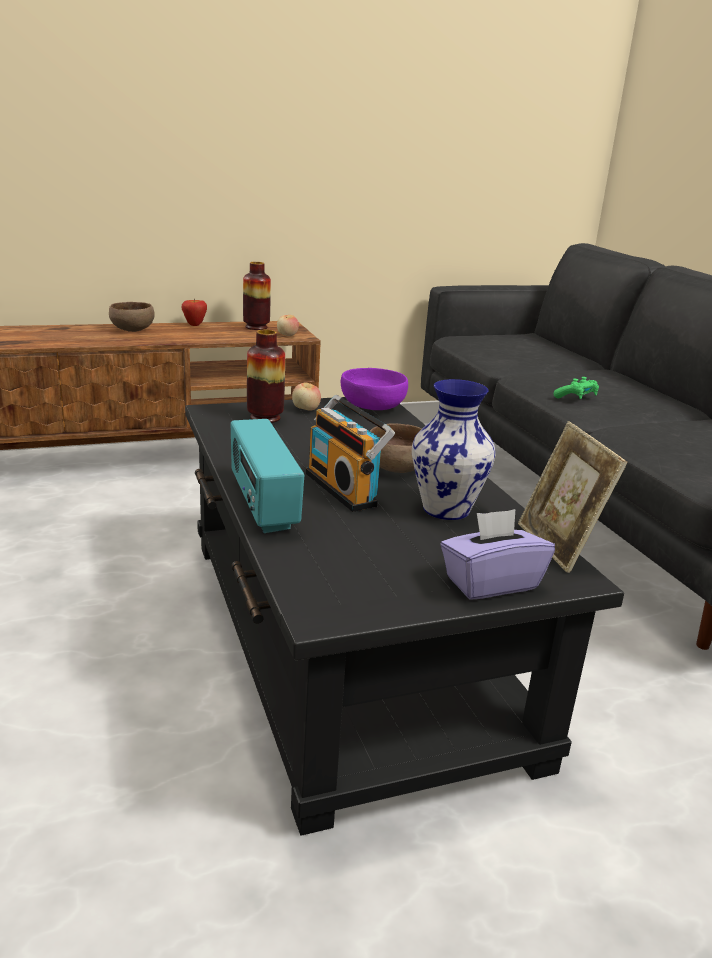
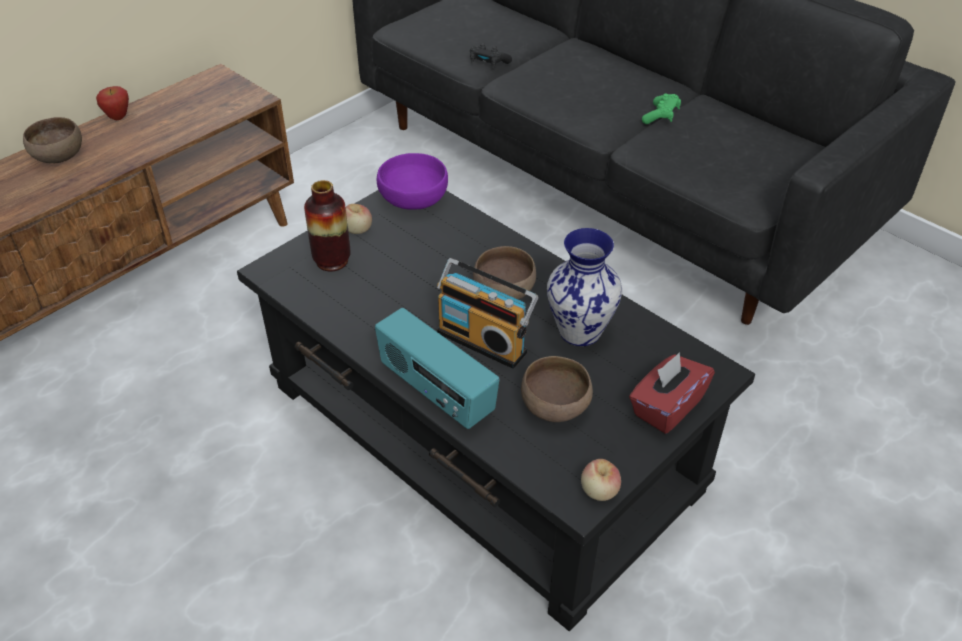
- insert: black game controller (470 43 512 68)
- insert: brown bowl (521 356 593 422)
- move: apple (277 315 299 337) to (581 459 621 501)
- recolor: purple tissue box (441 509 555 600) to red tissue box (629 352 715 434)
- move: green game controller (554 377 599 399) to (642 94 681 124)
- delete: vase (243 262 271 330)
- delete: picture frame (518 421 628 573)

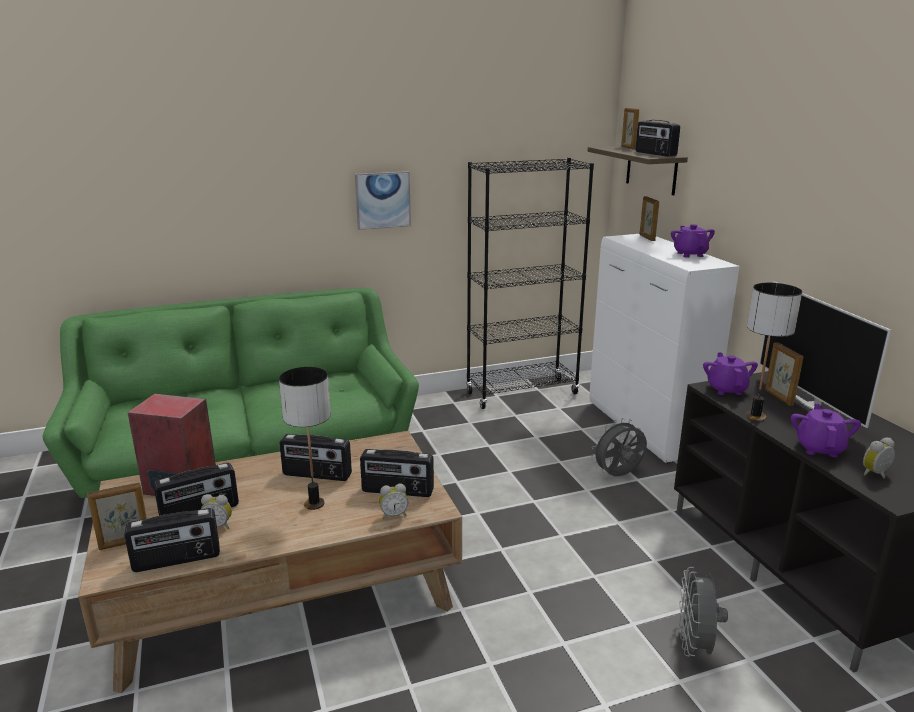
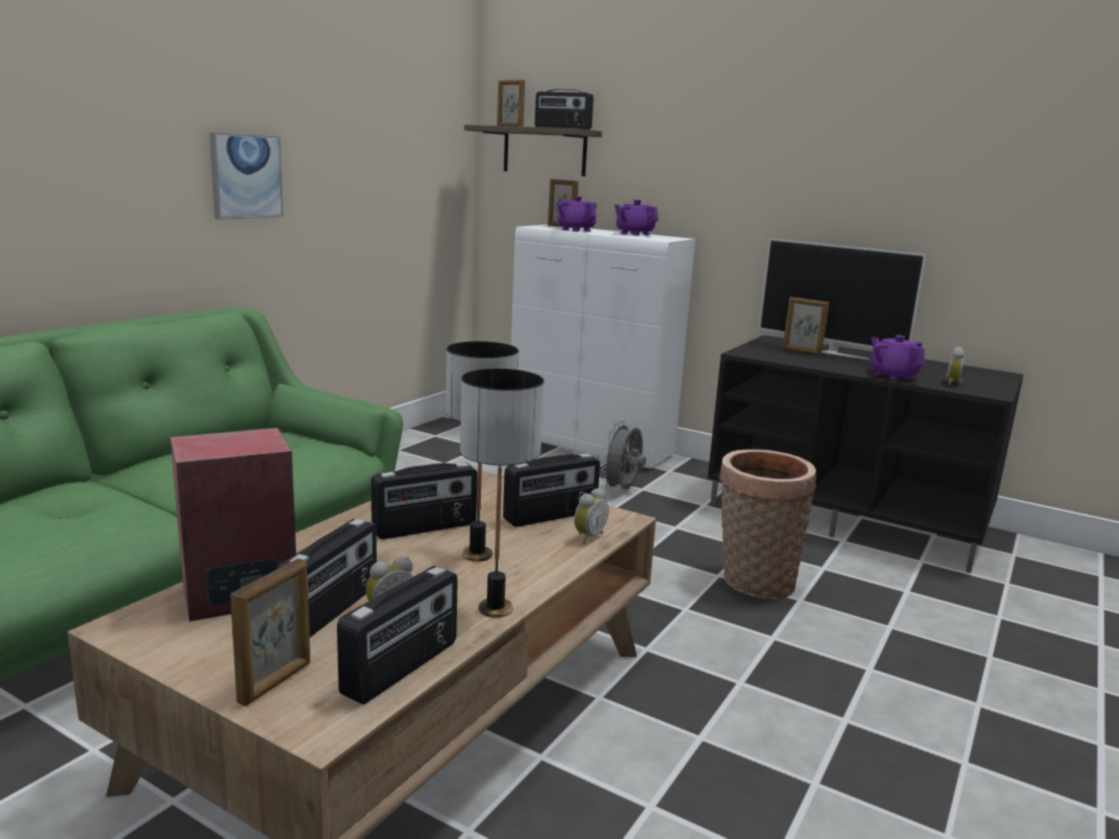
- move: table lamp (746 283 802 421) to (460 369 544 618)
- move: purple teapot (703 352 758 395) to (558 196 597 232)
- insert: basket (719 450 816 599)
- delete: black bookcase (466 158 594 409)
- delete: grey fan (679 567 728 657)

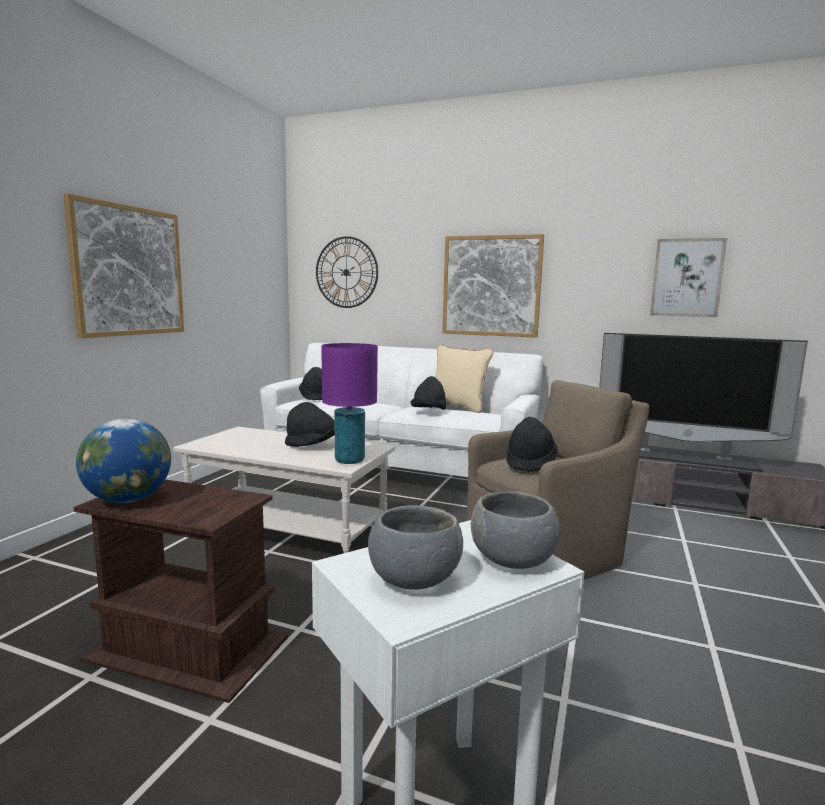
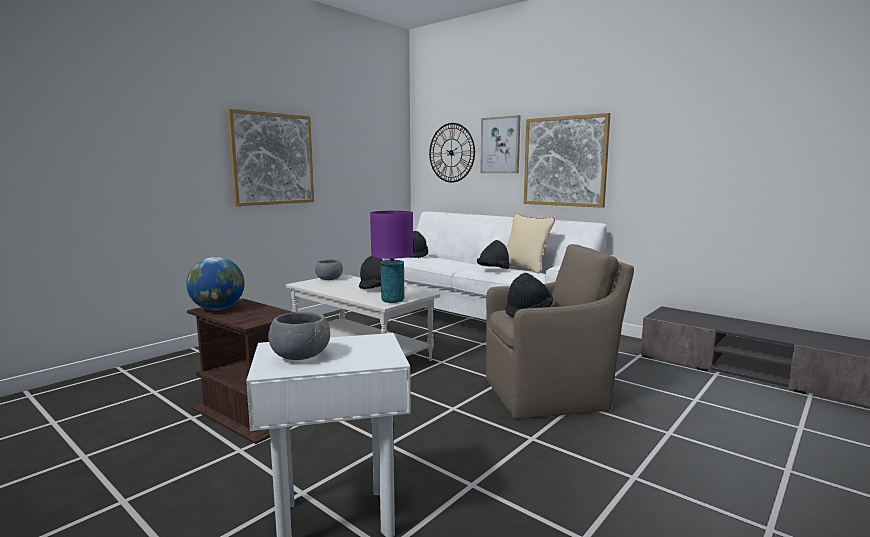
- move: grey bowl (471 491 560 569) to (315 259 343 280)
- move: picture (650 238 727 317) to (480 115 521 173)
- delete: television (599 333 808 472)

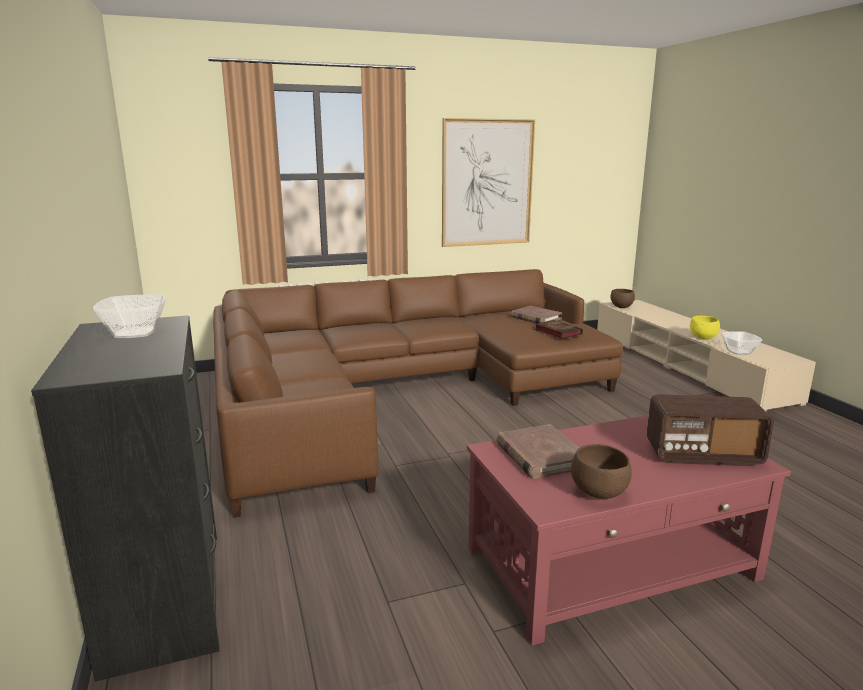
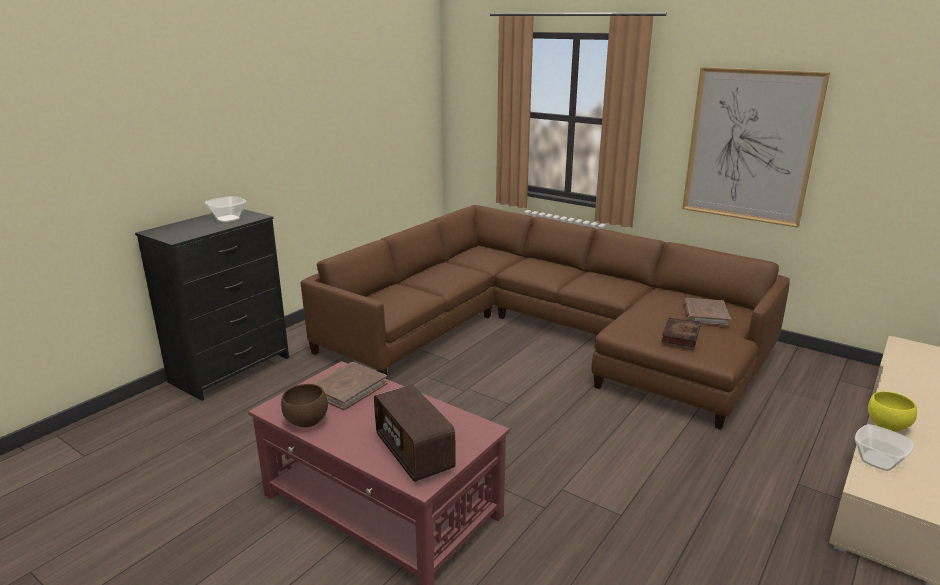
- delete: brown bowl (611 289 635 308)

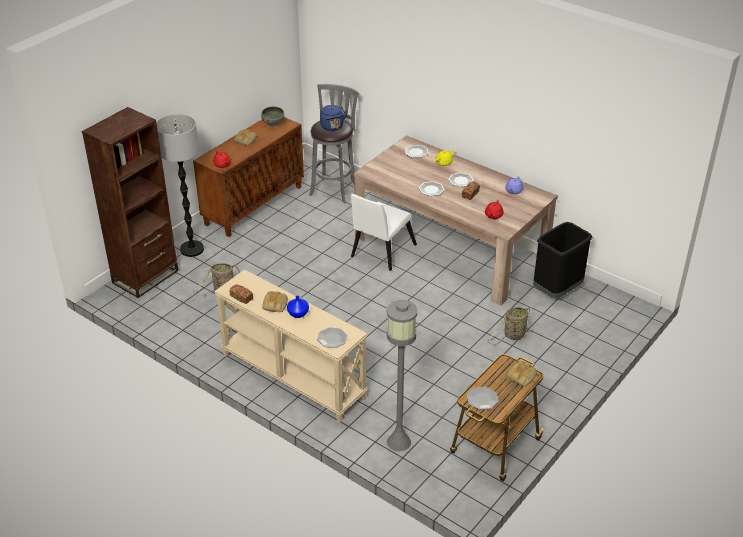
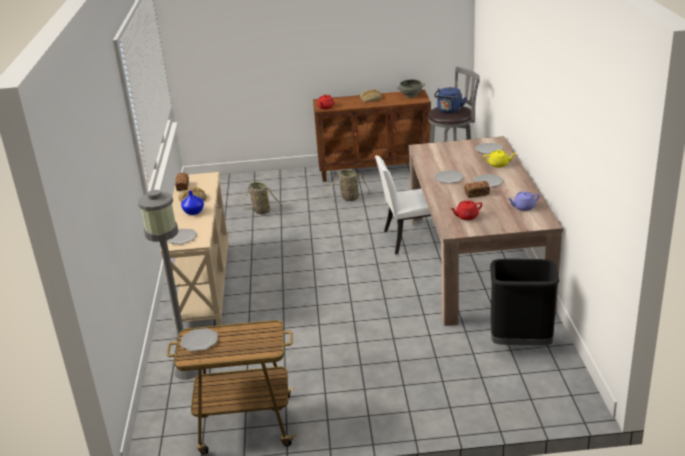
- move: basket (487 307 534 345) to (323 170 370 201)
- delete: brown bookcase (82 107 178 298)
- delete: floor lamp (156 114 204 257)
- delete: bread (506 361 537 387)

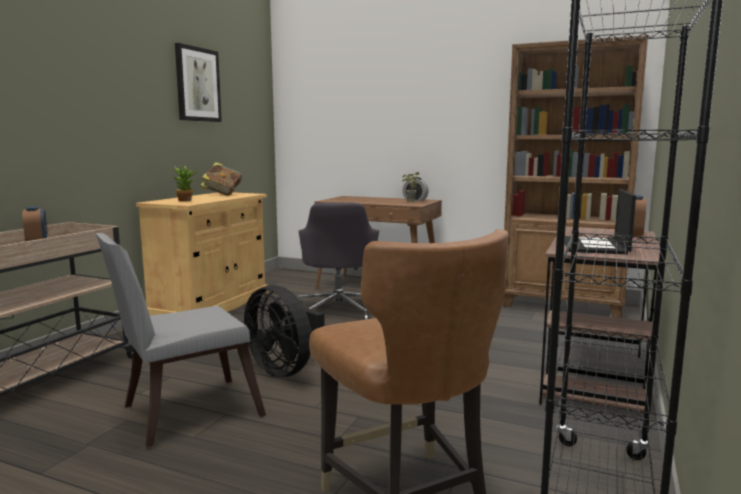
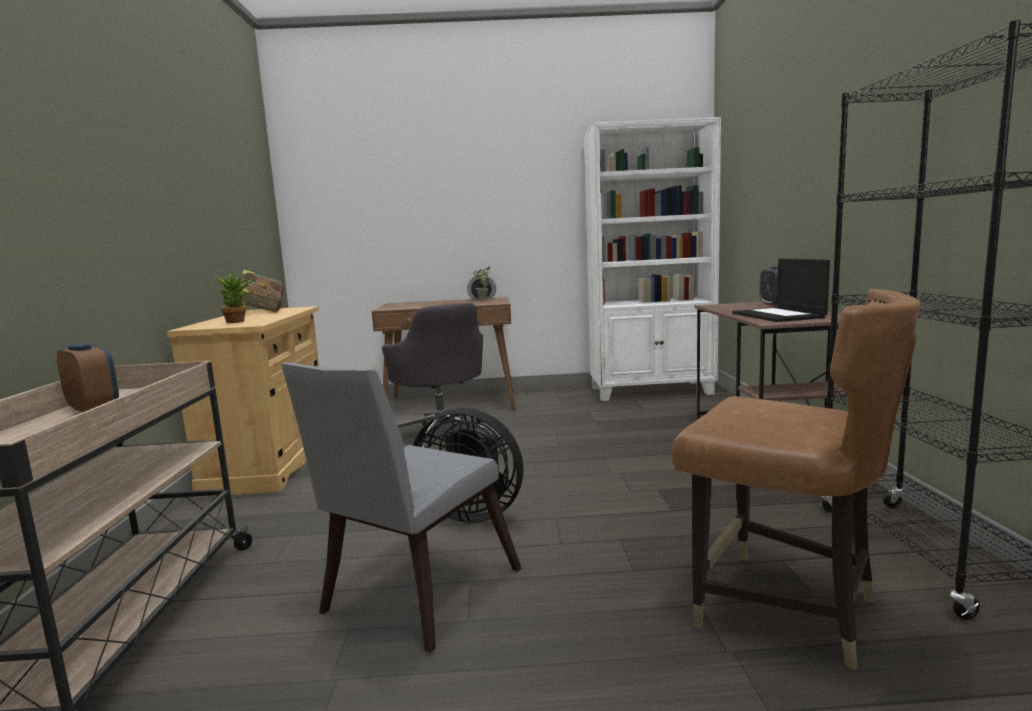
- recolor: brown bookcase (503 35 648 318) to white bookcase (584 117 721 401)
- delete: picture (175 43 222 122)

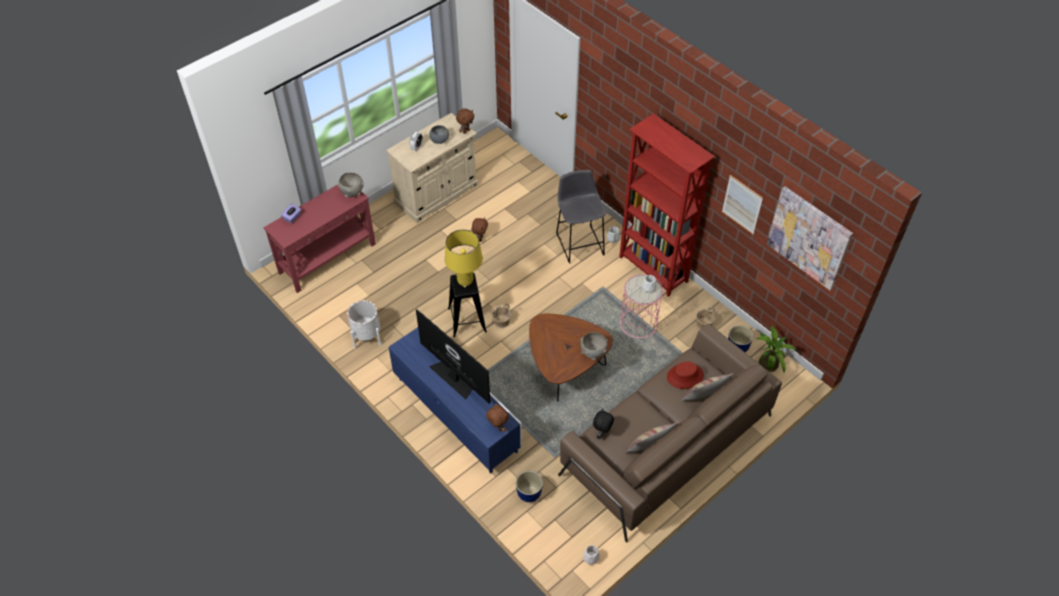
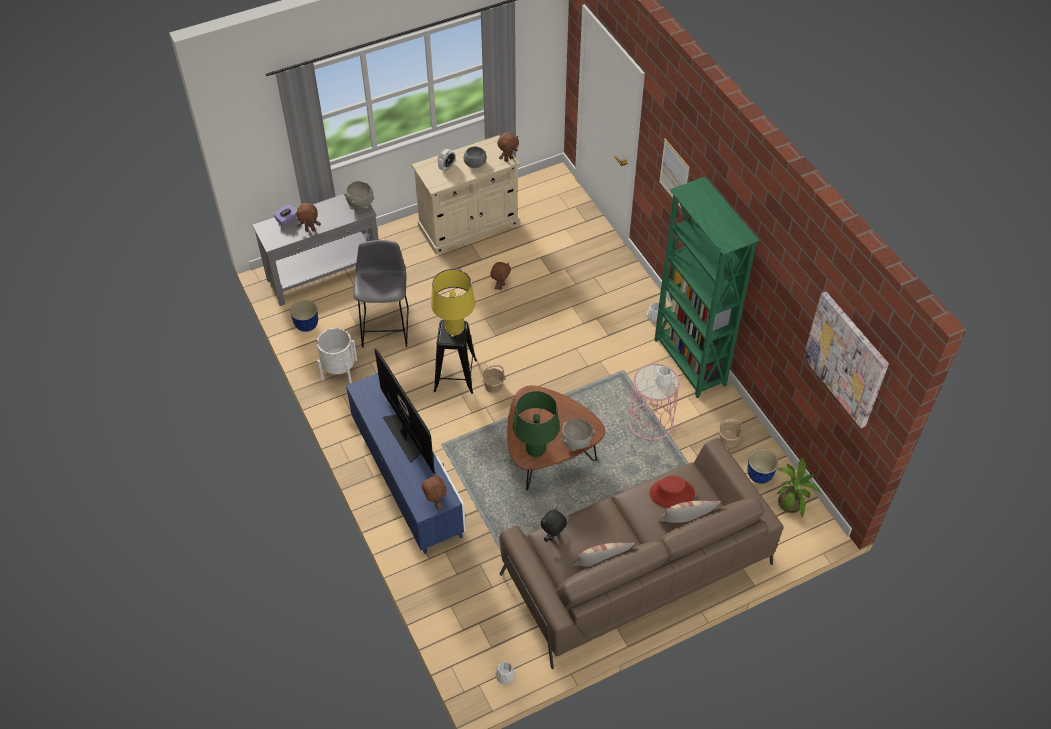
- recolor: red console table (263 184 376 293) to grey console table (253 194 379 306)
- move: planter (516 471 543 502) to (290 300 318 332)
- insert: brown plush toy (296 203 321 232)
- move: grey stool (556 170 606 263) to (353 240 409 348)
- insert: green table lamp (513 391 560 457)
- recolor: red bookcase (619 113 715 297) to green bookcase (654 177 760 398)
- move: picture (722 175 763 234) to (659 138 690 208)

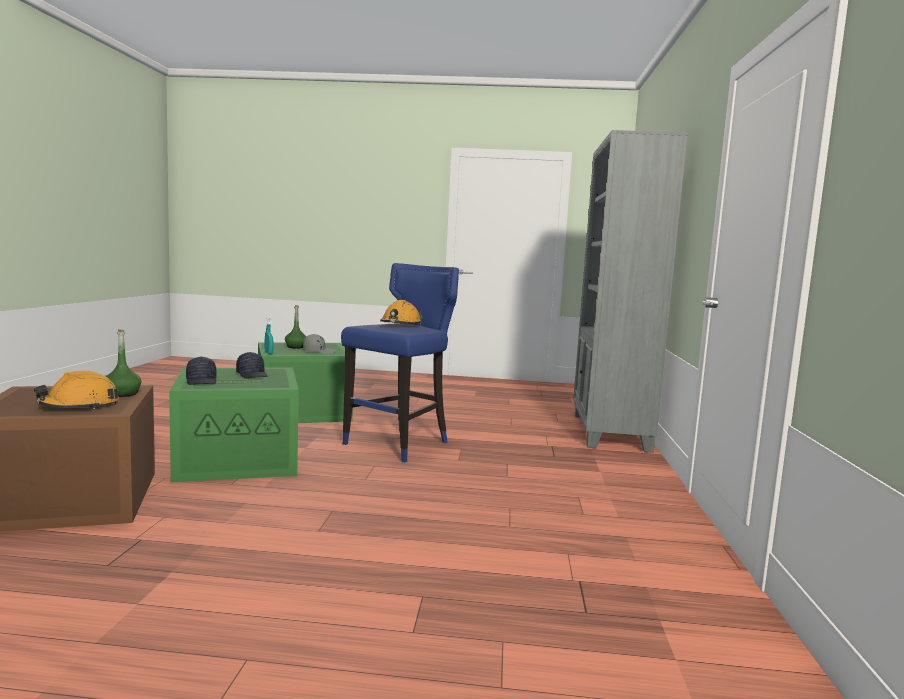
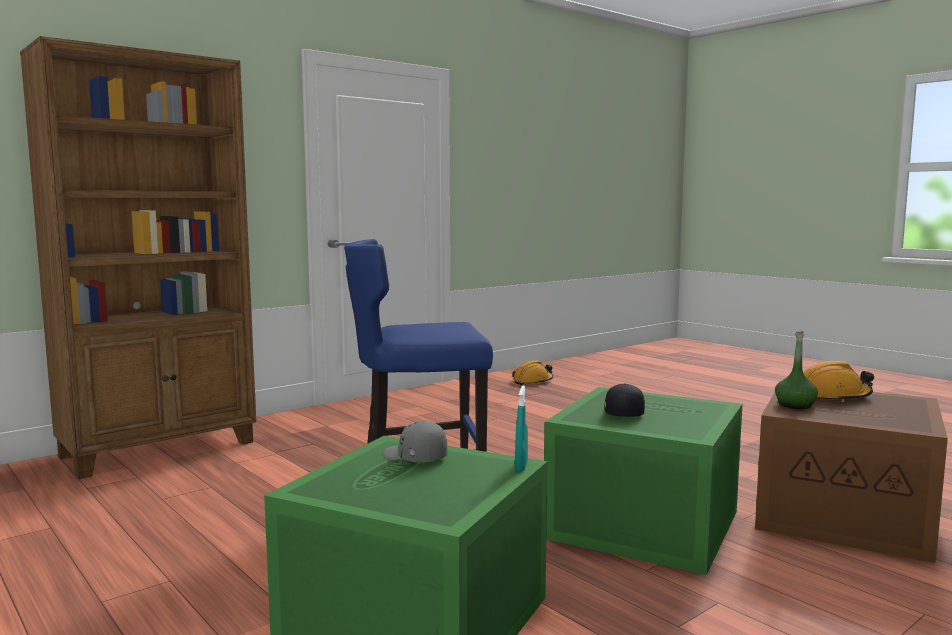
- recolor: grey bookcase (573 130 688 453) to brown bookcase (20 36 256 479)
- move: orange hard hat (380 300 422 325) to (512 360 553 385)
- delete: black cap (186 357 217 385)
- delete: green bottle (285 305 306 349)

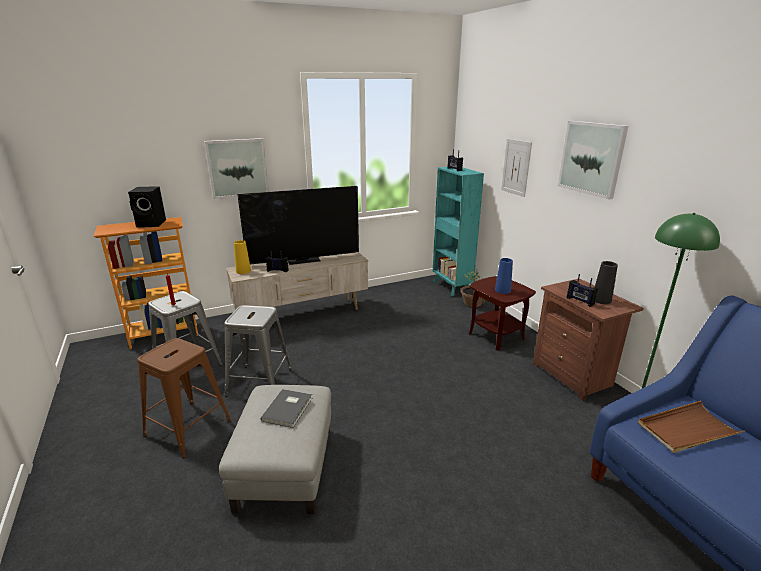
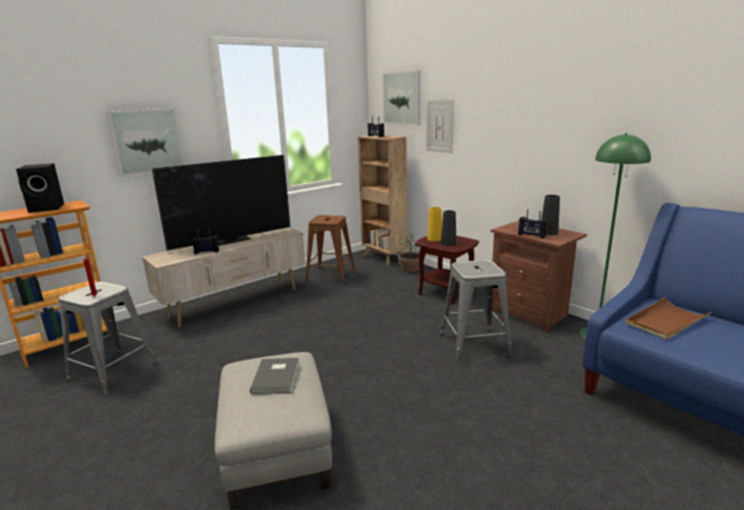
- move: brown stool (137 338 231 458) to (305 215 355 285)
- recolor: turquoise bookcase (433 167 484 296) to brown bookcase (358 135 407 266)
- move: picture (558 121 628 199) to (382 70 421 126)
- move: yellow vase (234 240 251 274) to (427 207 442 241)
- move: grey stool (224 305 292 397) to (440 260 512 362)
- recolor: blue vase (495 258 513 294) to black vase (441 210 457 246)

